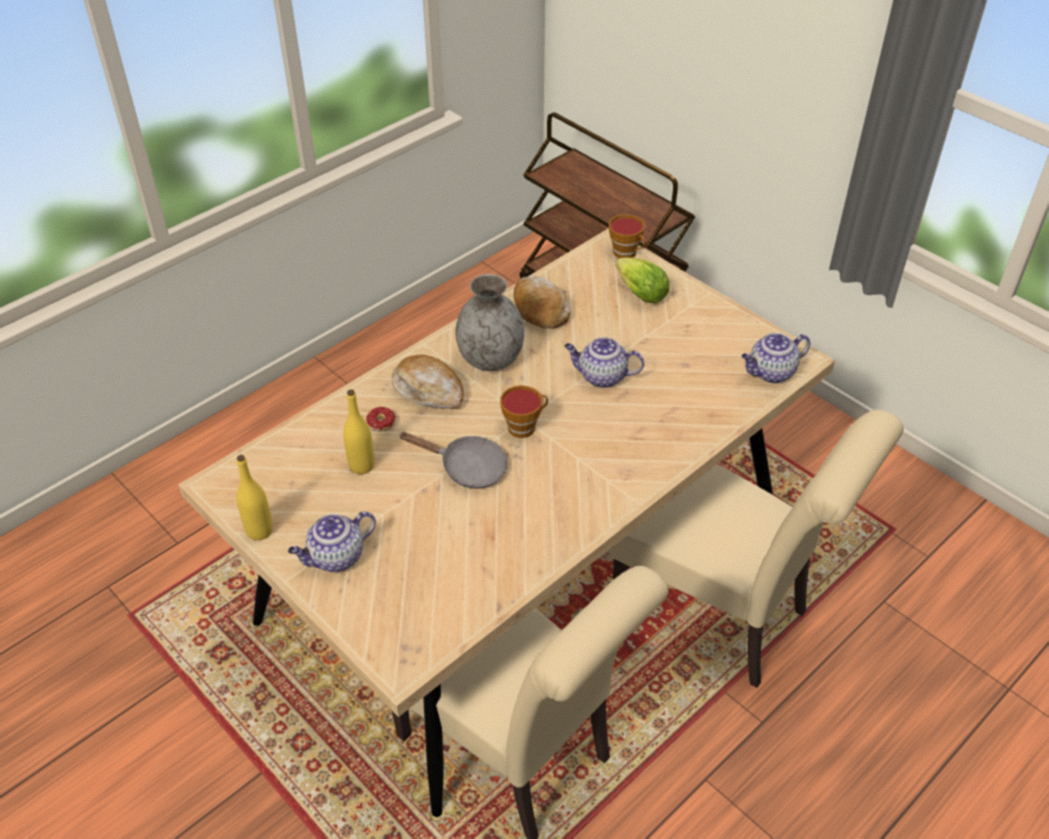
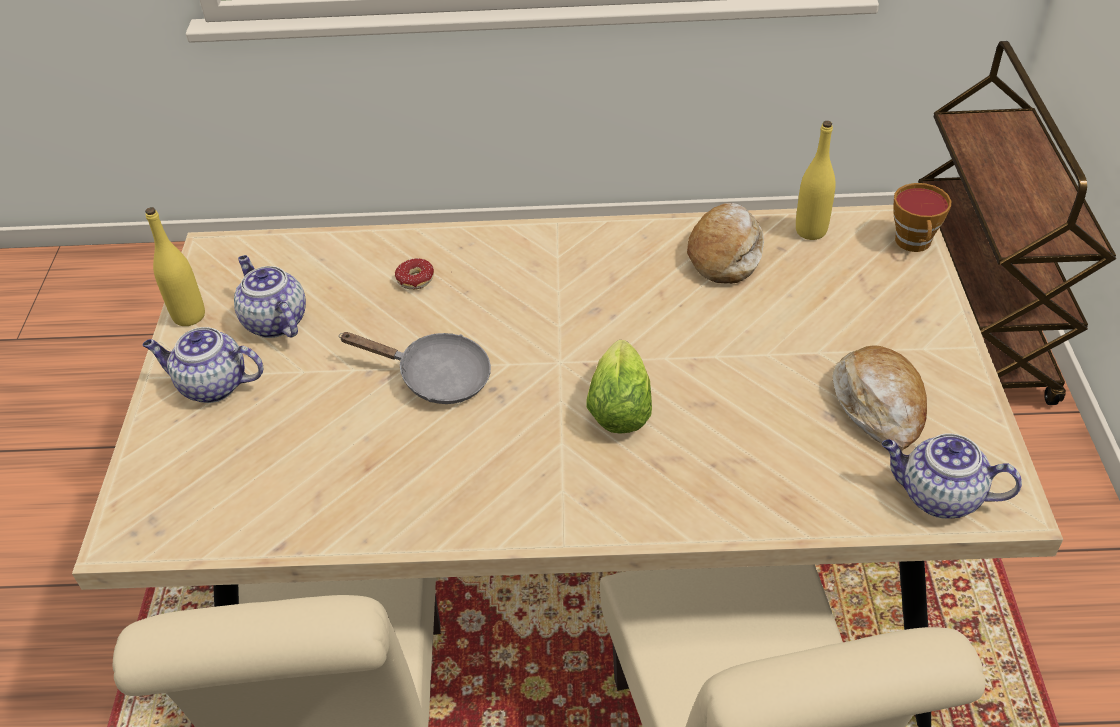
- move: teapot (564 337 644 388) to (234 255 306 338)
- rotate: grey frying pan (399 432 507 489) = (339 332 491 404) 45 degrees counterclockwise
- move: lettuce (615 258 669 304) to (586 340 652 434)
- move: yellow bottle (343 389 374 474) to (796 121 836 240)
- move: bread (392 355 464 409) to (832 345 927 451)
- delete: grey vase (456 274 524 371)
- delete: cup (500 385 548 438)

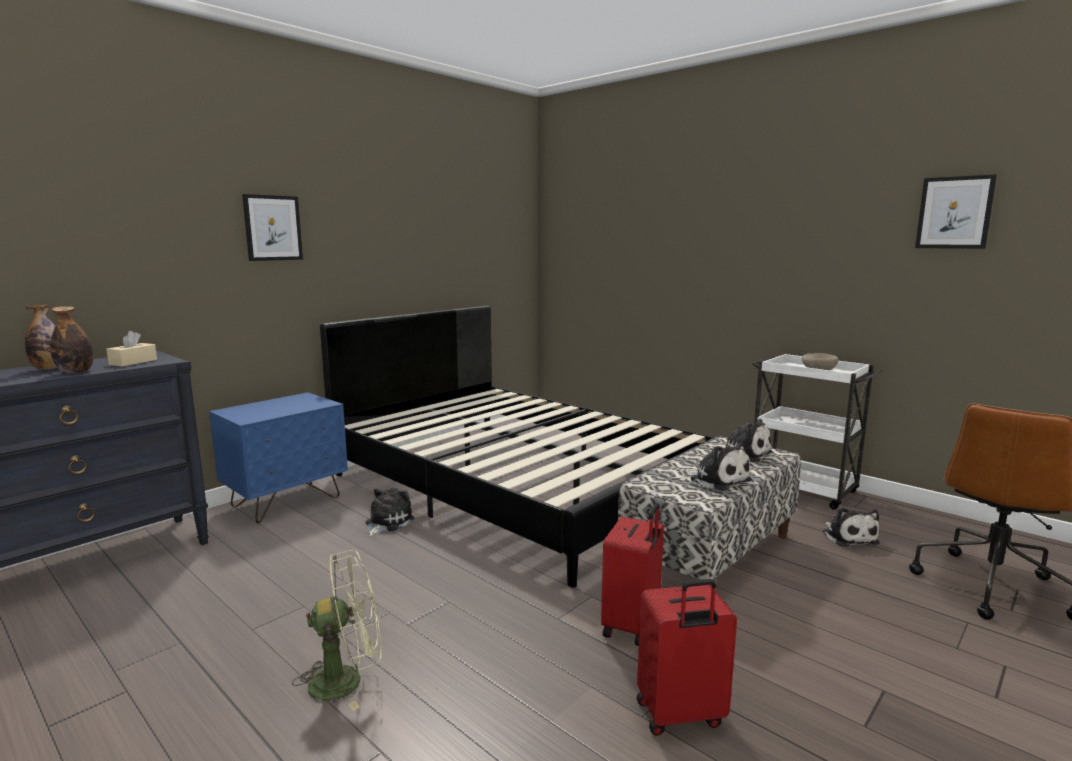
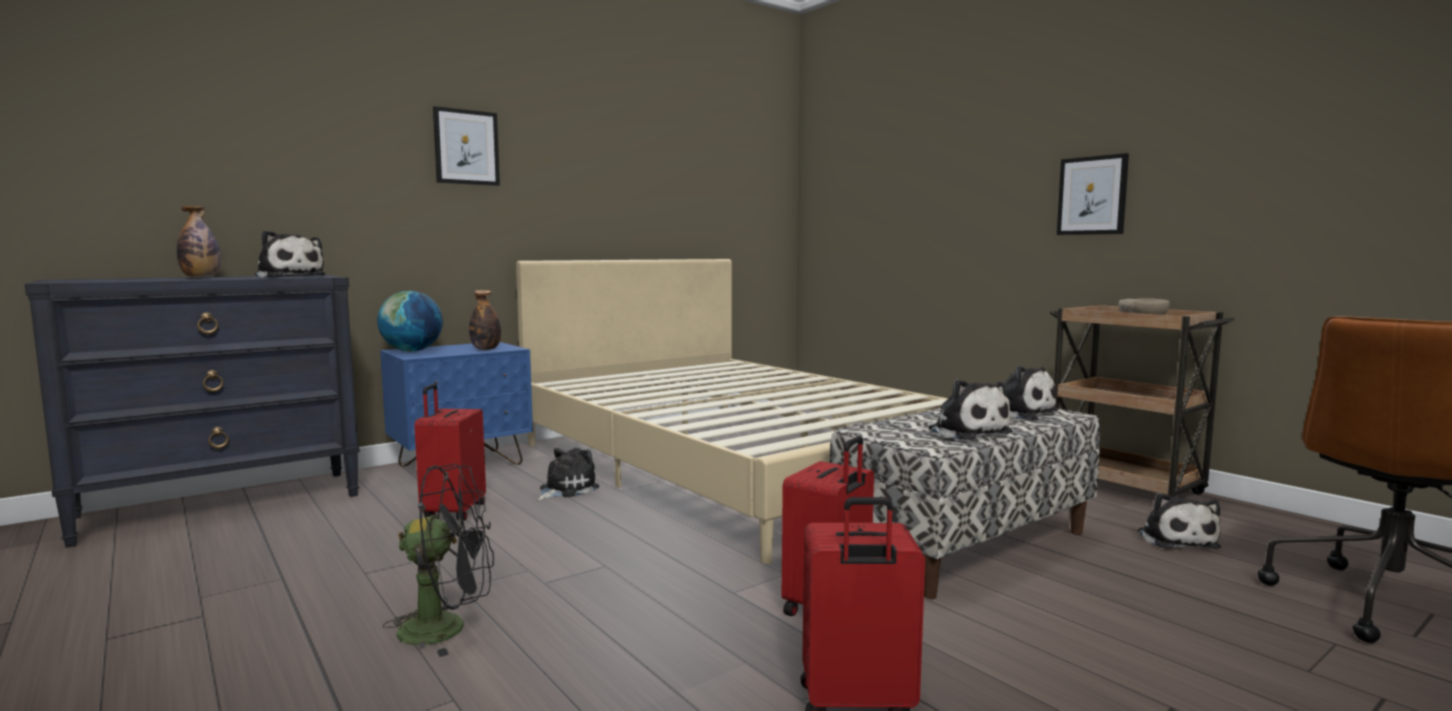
- replace: beige tissue box (106 331 157 367) to plush toy (255 230 325 278)
- insert: globe (377 291 443 351)
- recolor: green fan (292 550 381 711) to black fan (382 464 494 657)
- insert: red suitcase (414 384 486 521)
- move: bottle (50 306 93 374) to (469 290 501 350)
- recolor: black bed (320 306 716 587) to beige bed (516 259 948 564)
- recolor: white cart (752 353 882 510) to brown cart (1049 305 1235 498)
- move: picture (915 174 997 249) to (1057 153 1129 235)

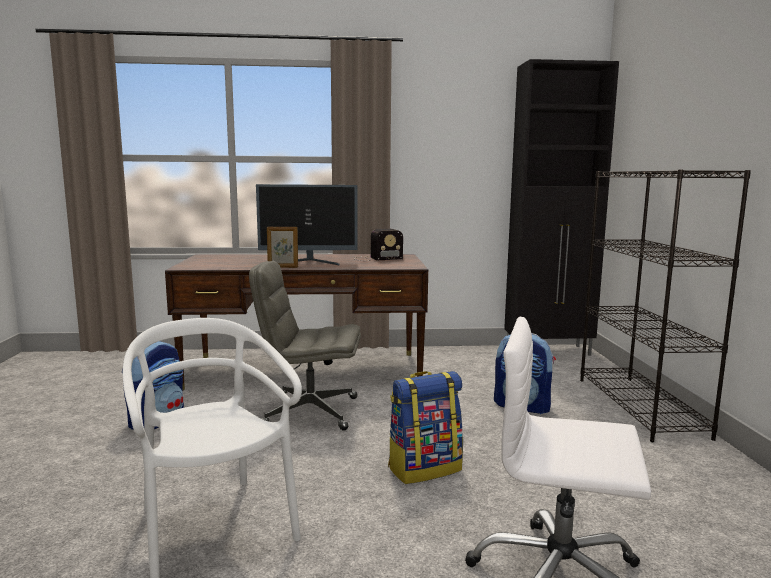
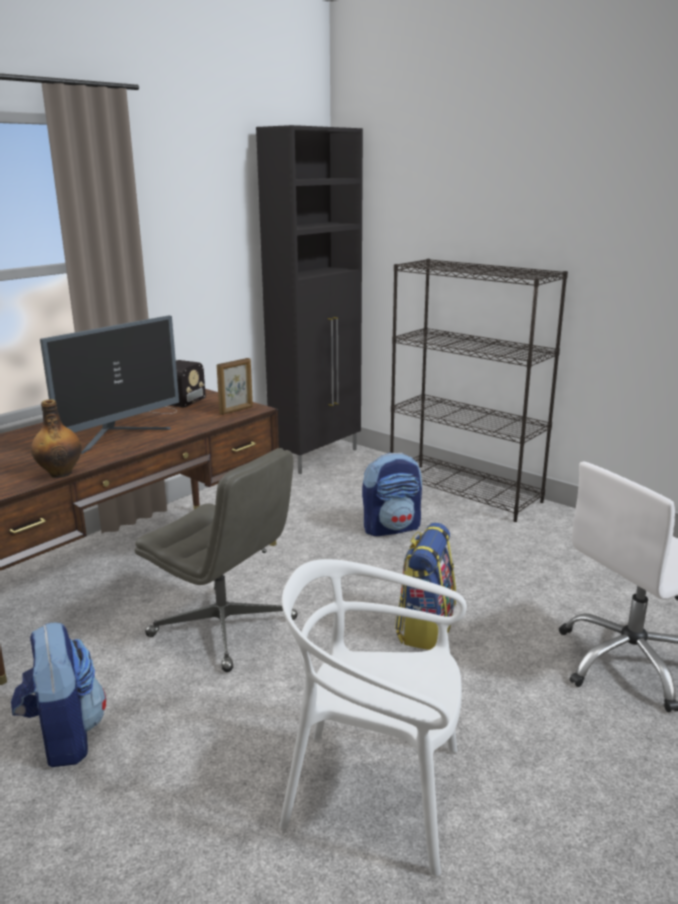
- insert: bottle (31 399 82 478)
- rotate: grey office chair (249 261 361 431) = (135 448 298 672) 105 degrees counterclockwise
- move: picture frame (267 226 298 268) to (217 358 253 415)

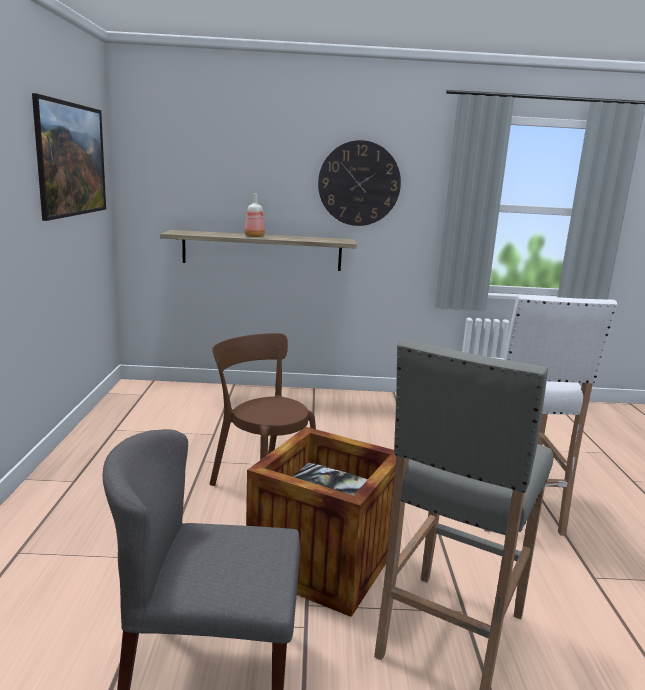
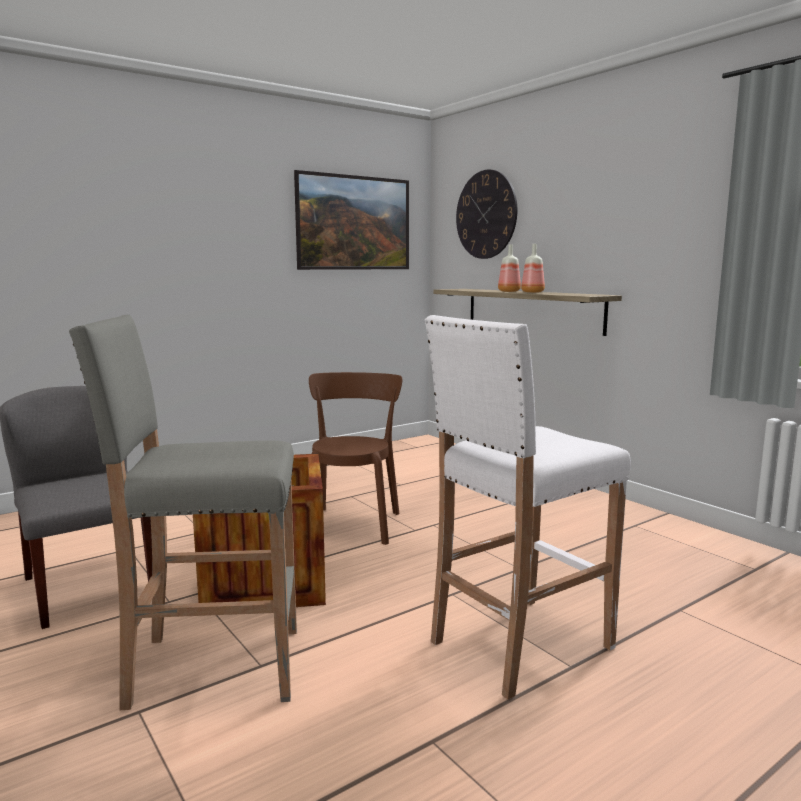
- move: wall clock (318 140 401 226) to (456 170 517 259)
- insert: bottle (521 244 545 293)

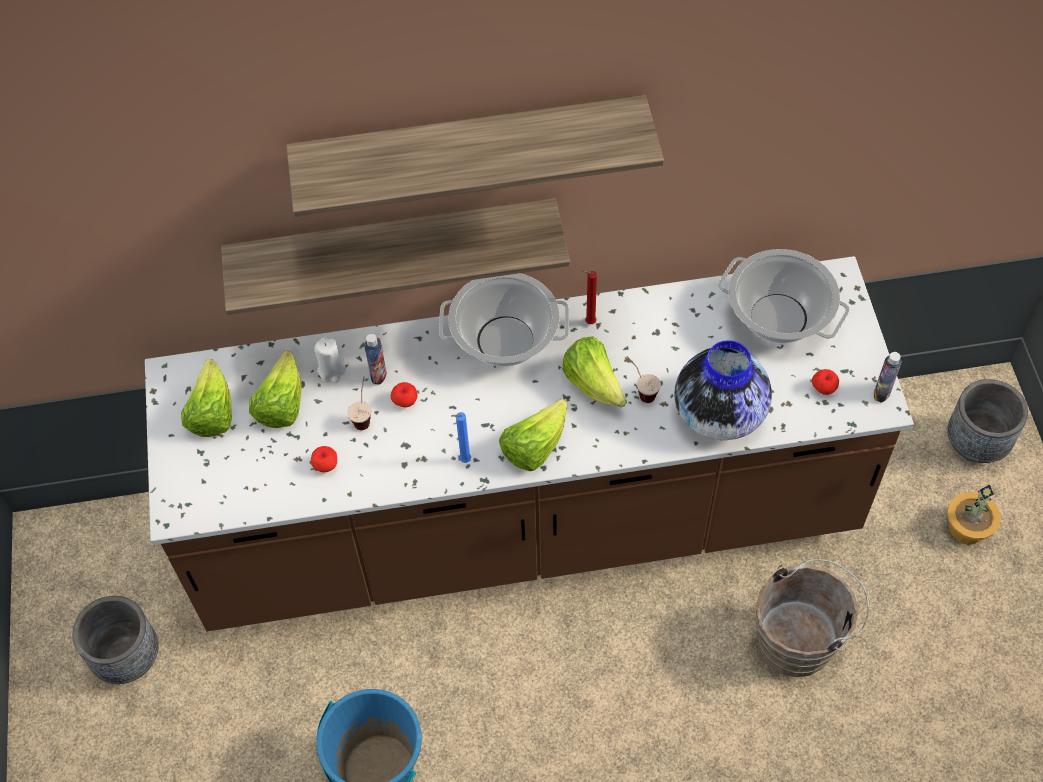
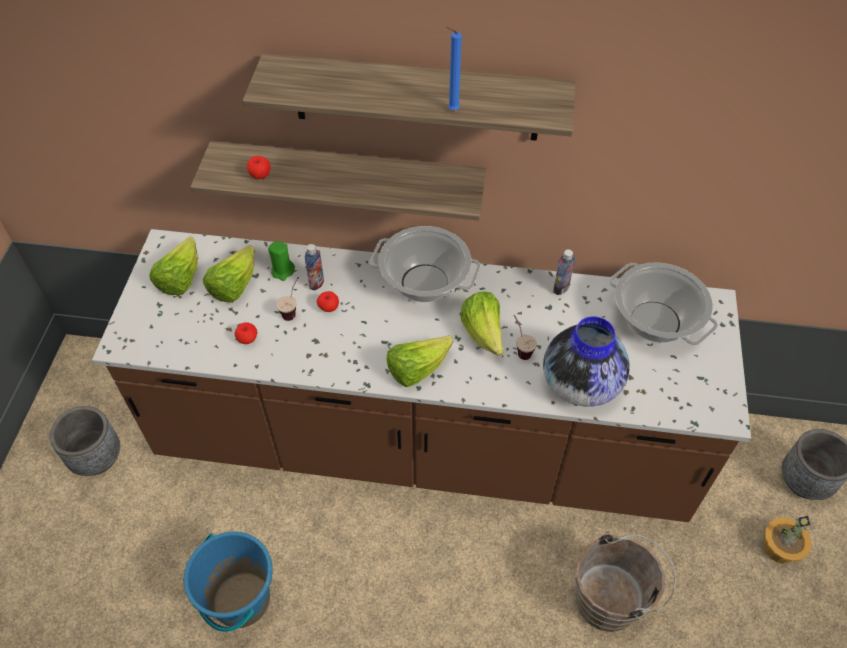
- move: apple (812 369 839 395) to (247 156 271 179)
- recolor: white candle (314 337 346 383) to green candle (268 241 295 281)
- move: blue candle (451 412 471 463) to (446 27 462 110)
- move: bottle (874 352 901 403) to (553 249 575 295)
- delete: red candle (583 271 597 324)

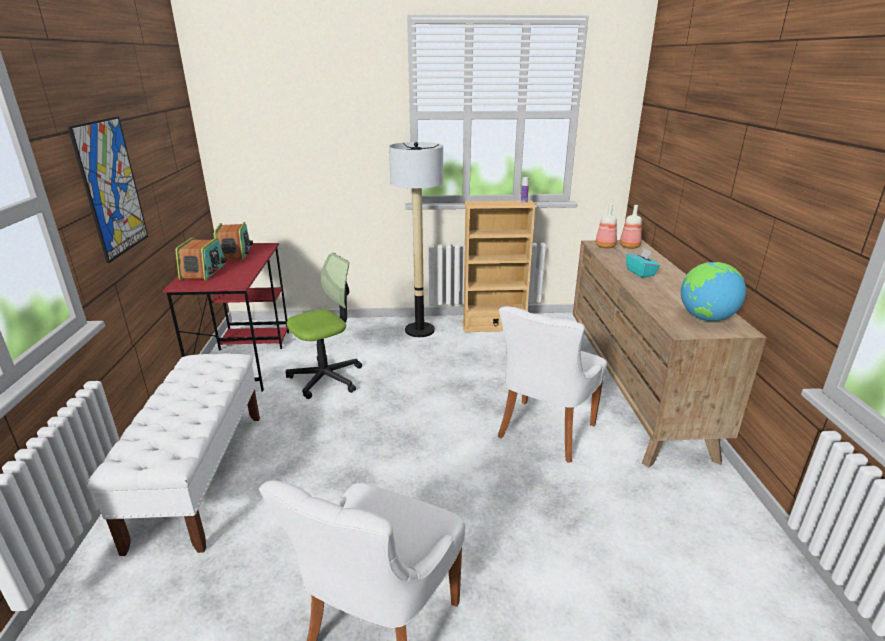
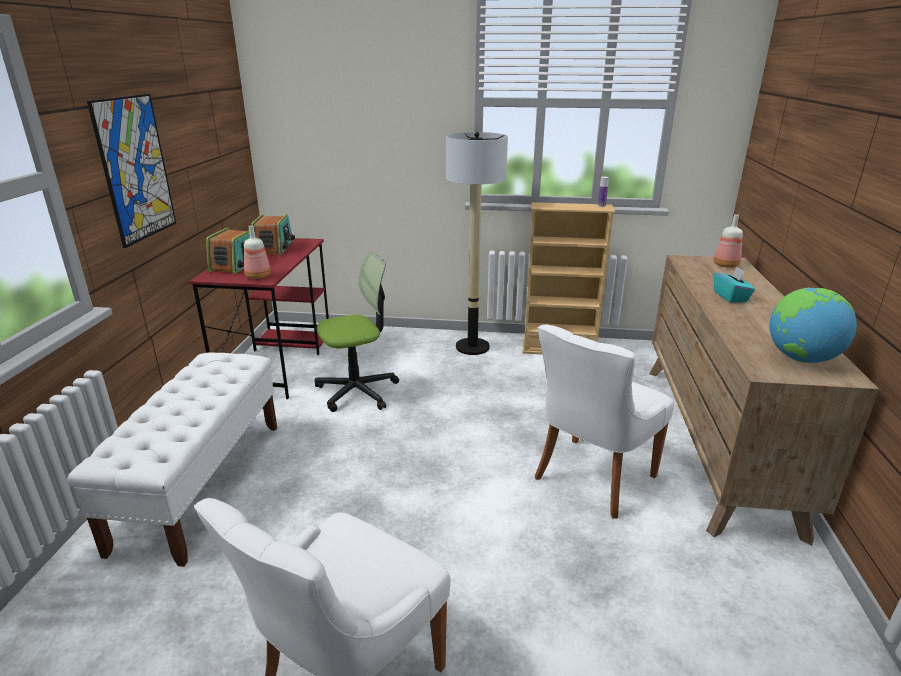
- move: bottle (595 205 617 248) to (244 225 271 279)

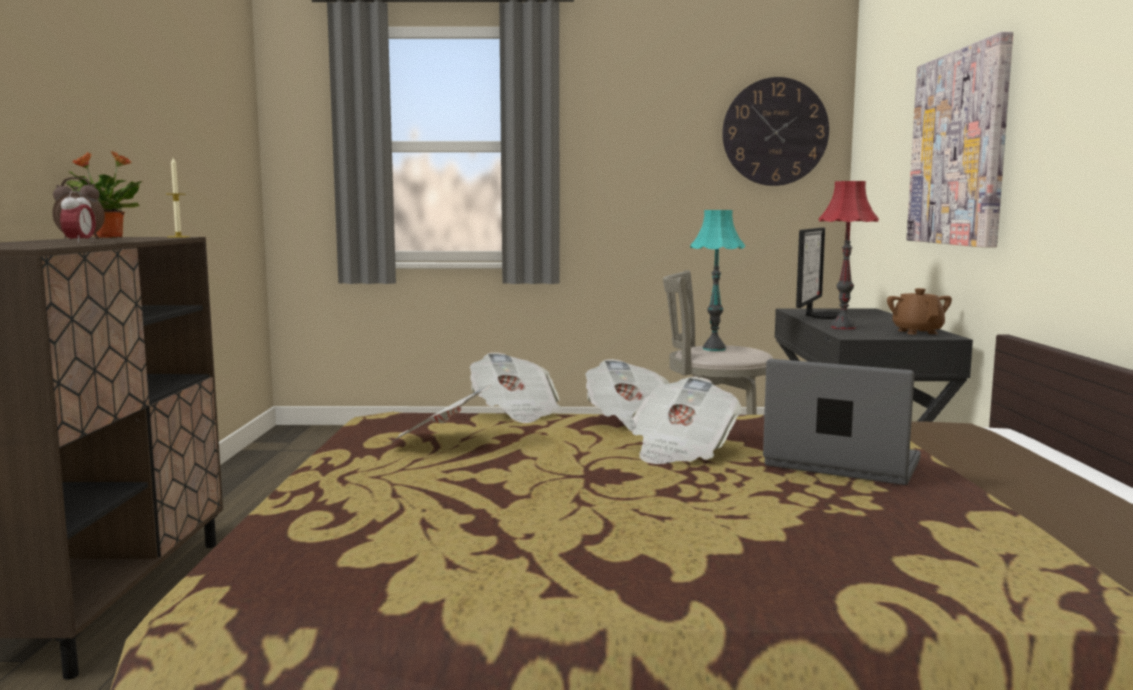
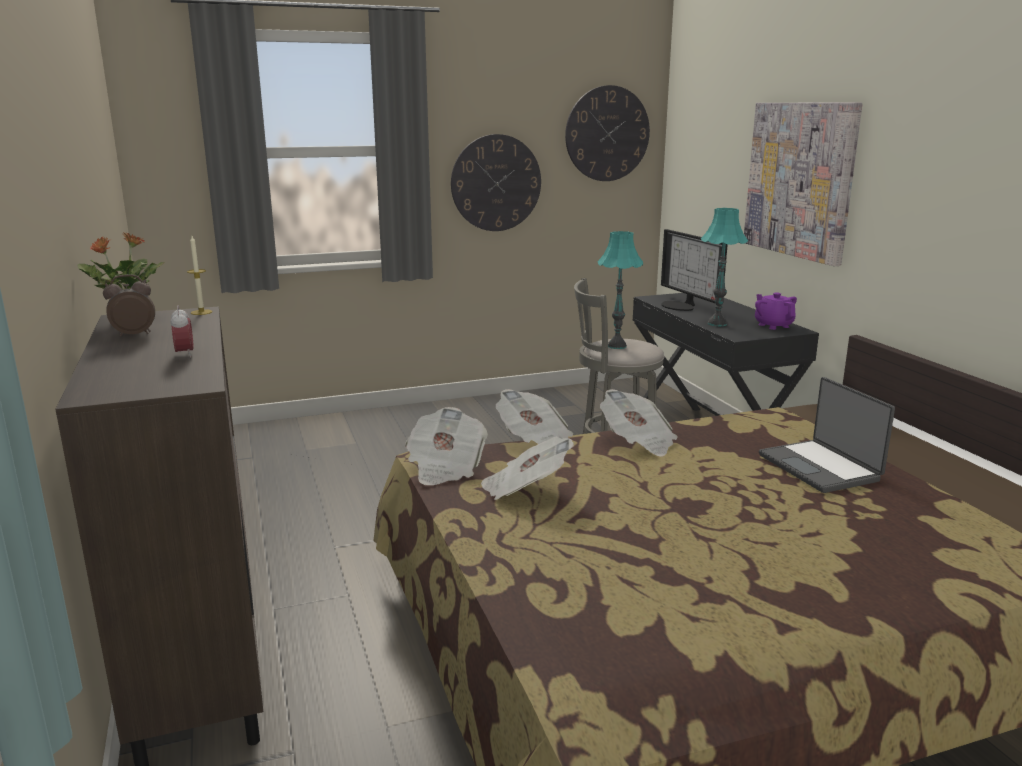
- move: newspaper (632 377 742 464) to (405 407 488 485)
- insert: wall clock (451 134 541 231)
- rotate: monitor (796 228 840 319) = (661 229 728 311) 150 degrees clockwise
- recolor: red table lamp (819 181 879 329) to turquoise table lamp (701 208 748 326)
- recolor: brown teapot (887 288 952 335) to purple teapot (755 293 797 330)
- rotate: laptop (763 359 921 485) = (759 377 895 493) 120 degrees counterclockwise

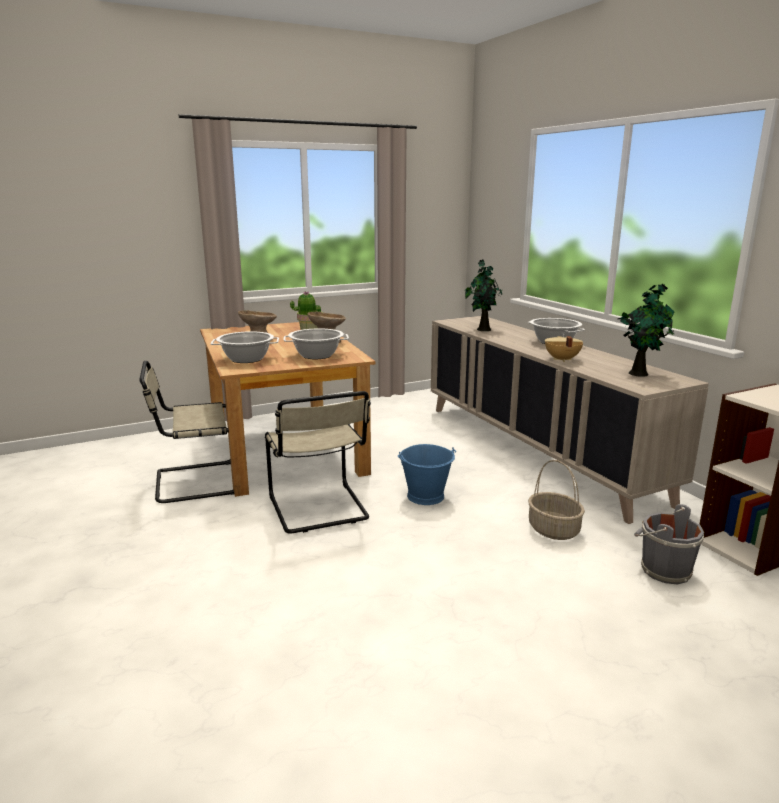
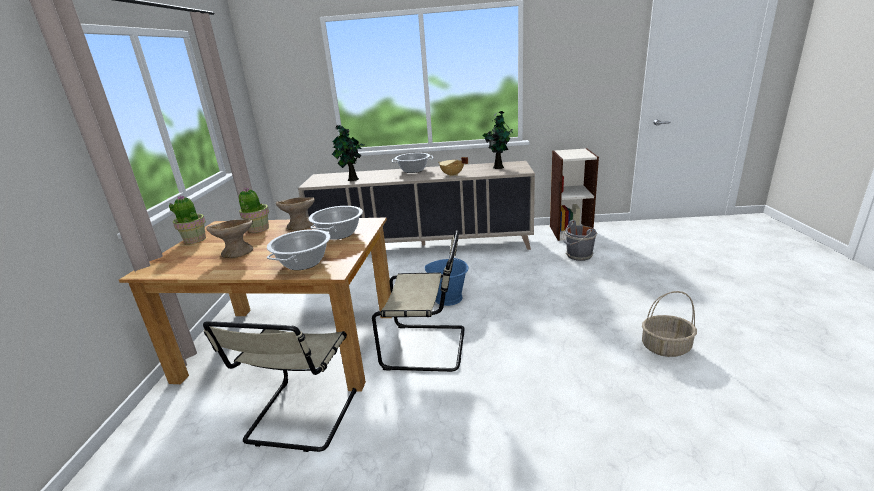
- insert: potted plant (169 195 206 244)
- move: basket (528 460 585 540) to (642 291 697 357)

